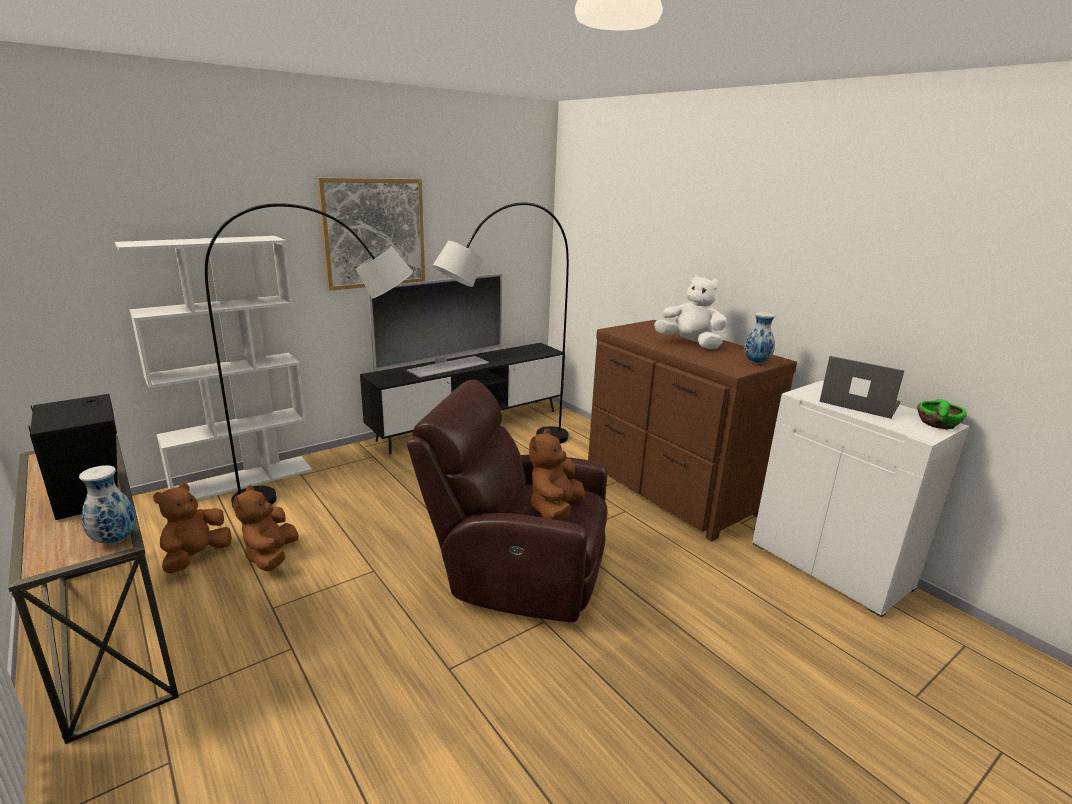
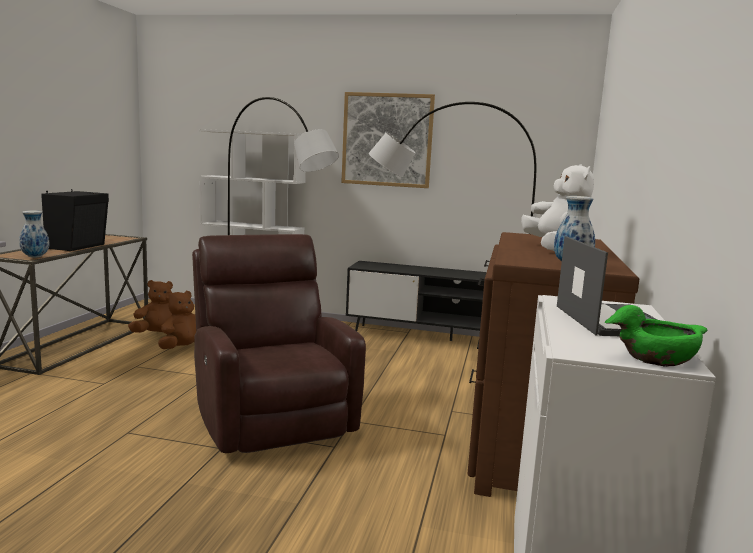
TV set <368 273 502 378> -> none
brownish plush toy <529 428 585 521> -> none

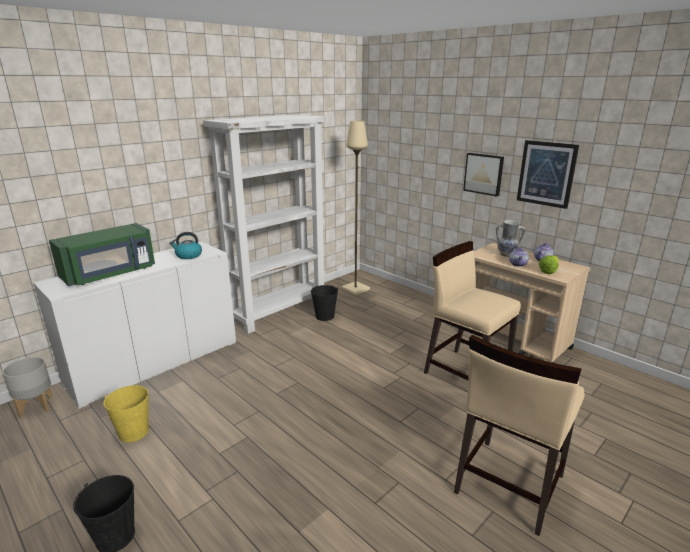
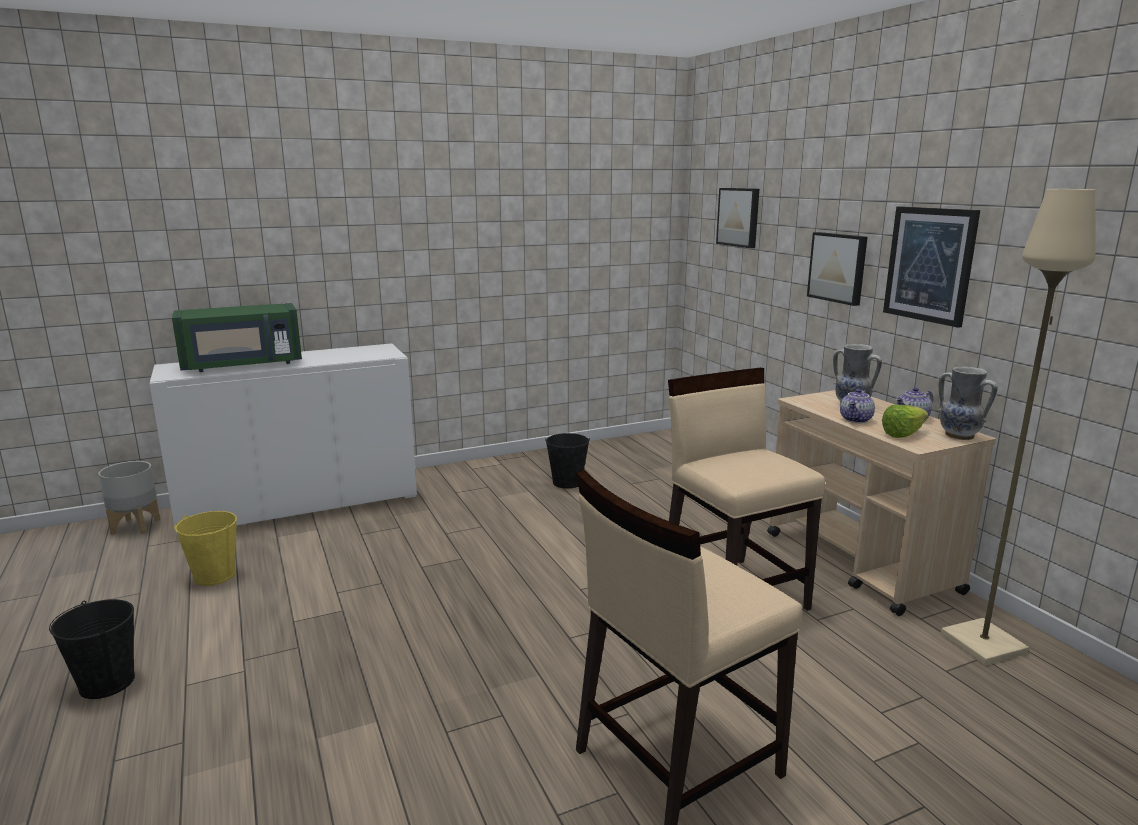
tea kettle <169 232 202 259> -> none
white-coloured bookcase <203 115 326 334> -> none
beige standing lamp <341 120 370 295> -> beige standing lamp <940 189 1096 665>, shifted
none -> wall art <716 188 759 248>
none -> flower vase <938 366 998 440>

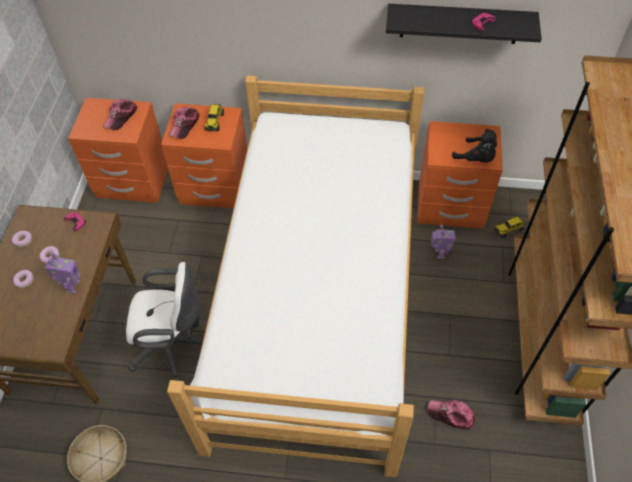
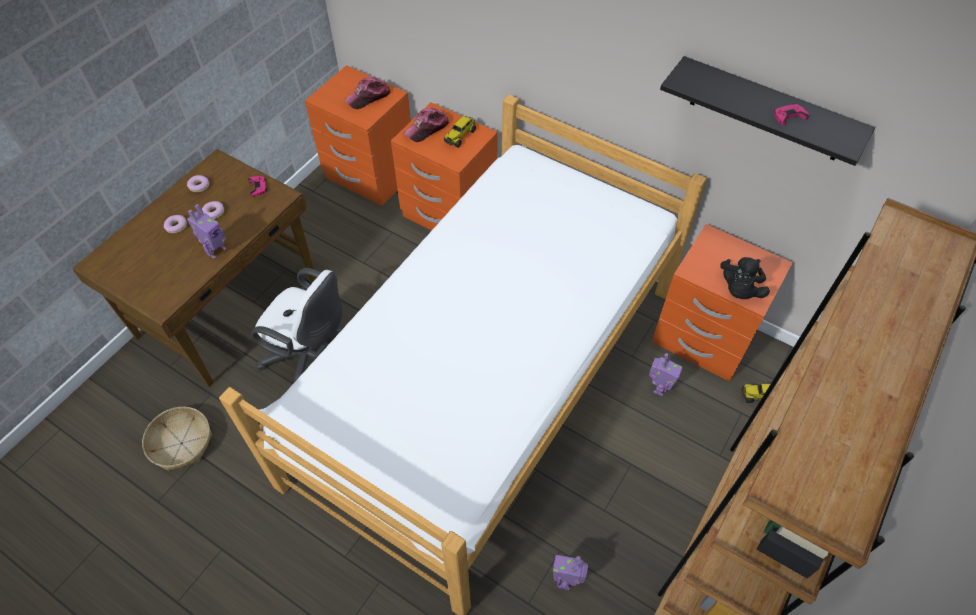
cap <427 400 475 429> -> toy robot <553 555 588 590>
blackish plush toy <452 129 497 162> -> blackish plush toy <720 257 770 299>, 45 degrees clockwise

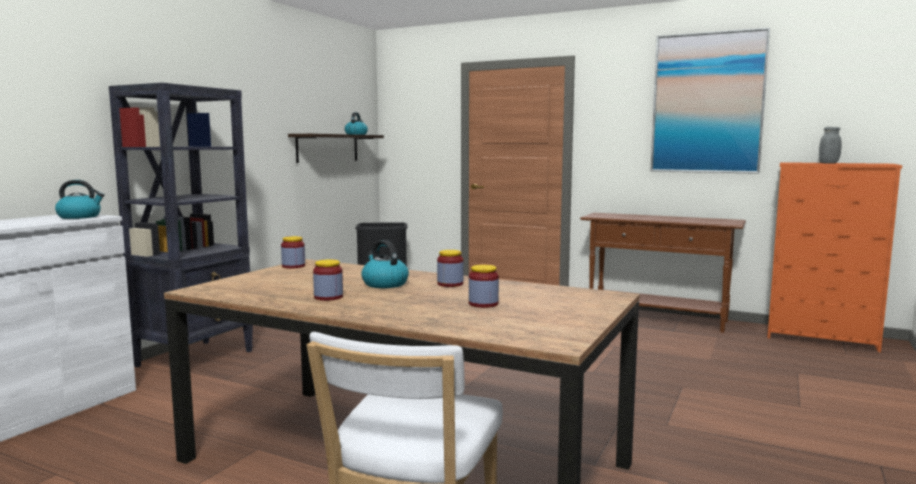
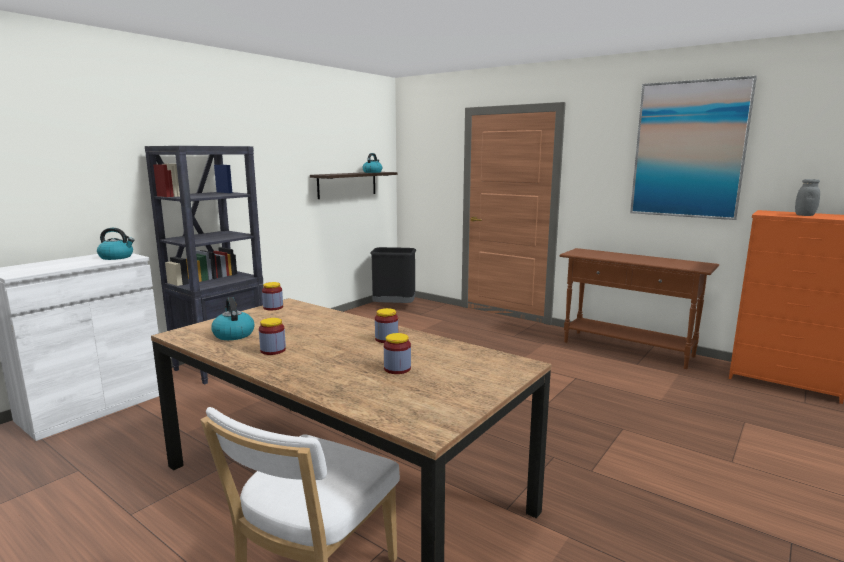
tea kettle <361 240 409 288> -> tea kettle <211 297 255 340>, shifted

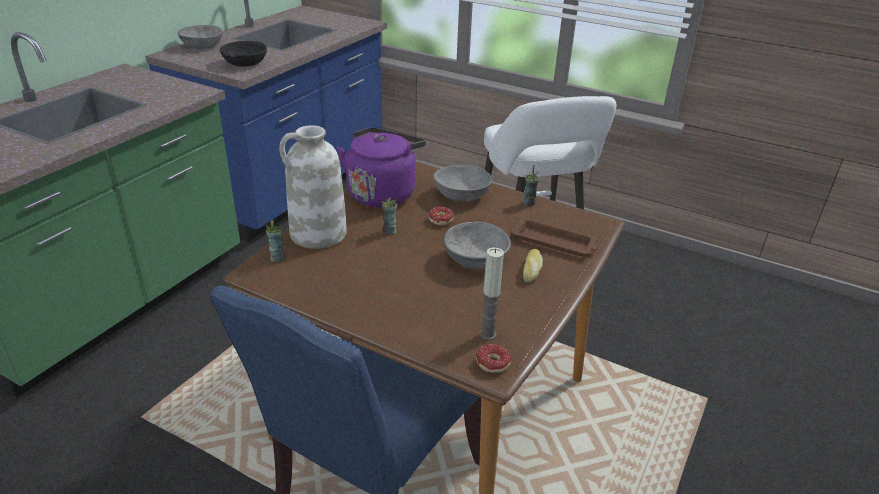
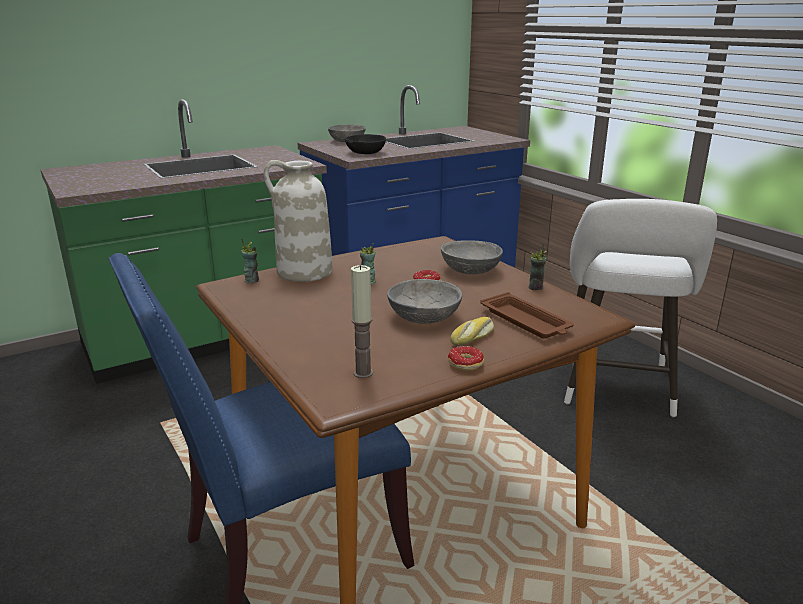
purplish tea kettle <337 127 426 207> -> none
ring doughnut <476 345 511 373> -> ring doughnut <448 346 484 371>, shifted

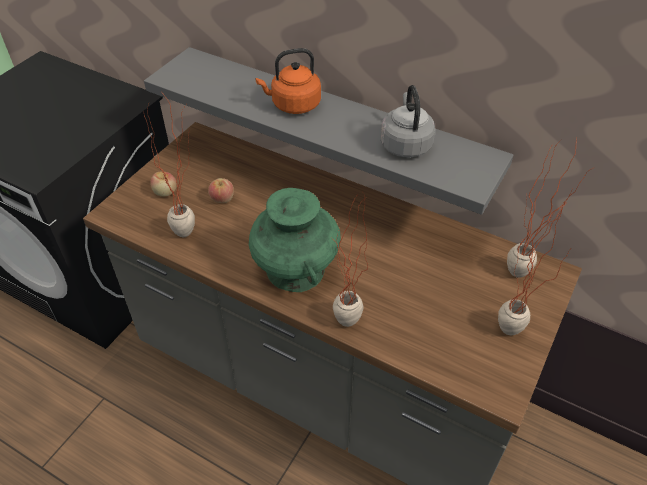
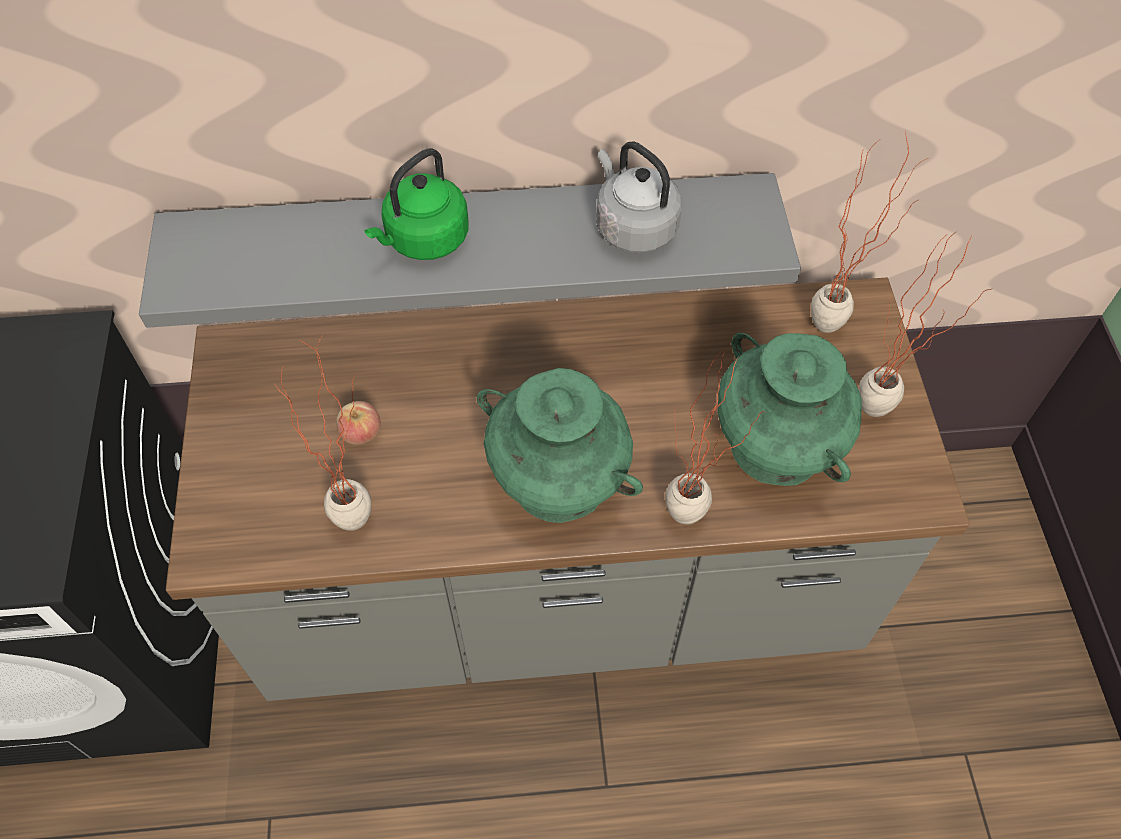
whole apple <150 172 177 197> -> none
orange-coloured tea kettle <255 48 321 114> -> green-coloured tea kettle <365 148 469 260>
none -> green-coloured flower vase <718 333 862 486>

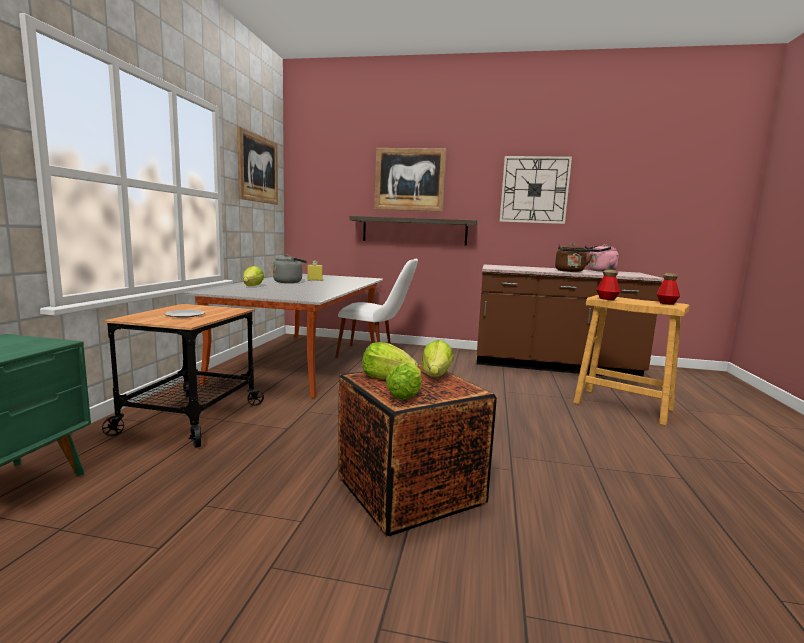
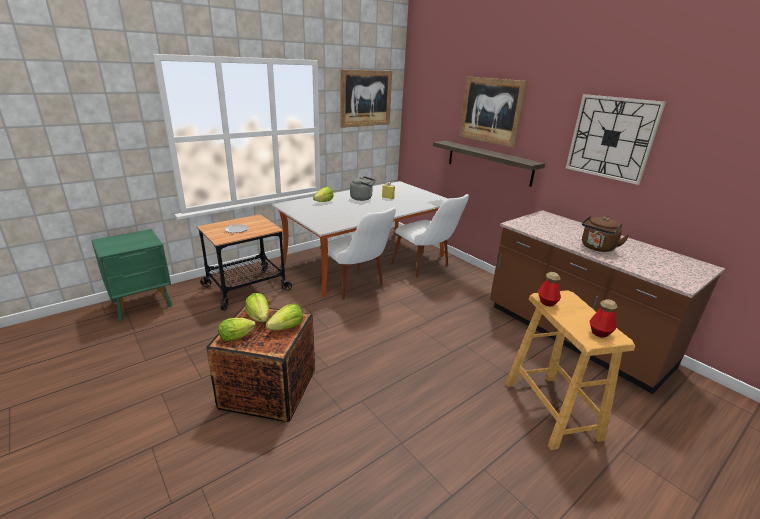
pink-coloured tea kettle <586 244 619 272> -> none
none -> white-coloured upright chair <320 208 396 300>

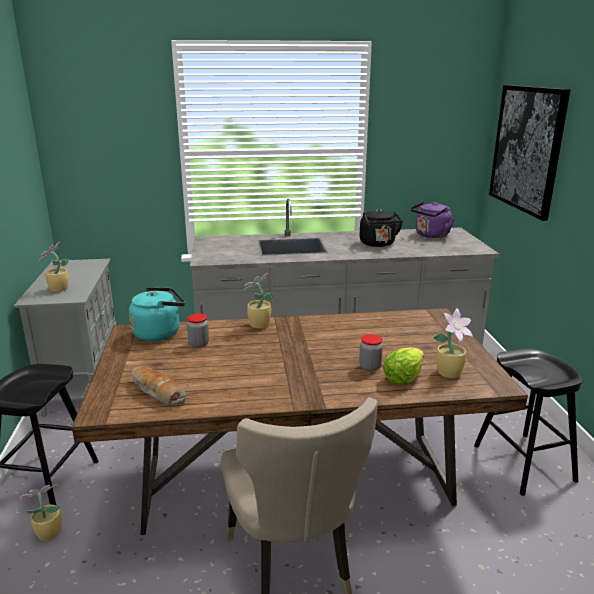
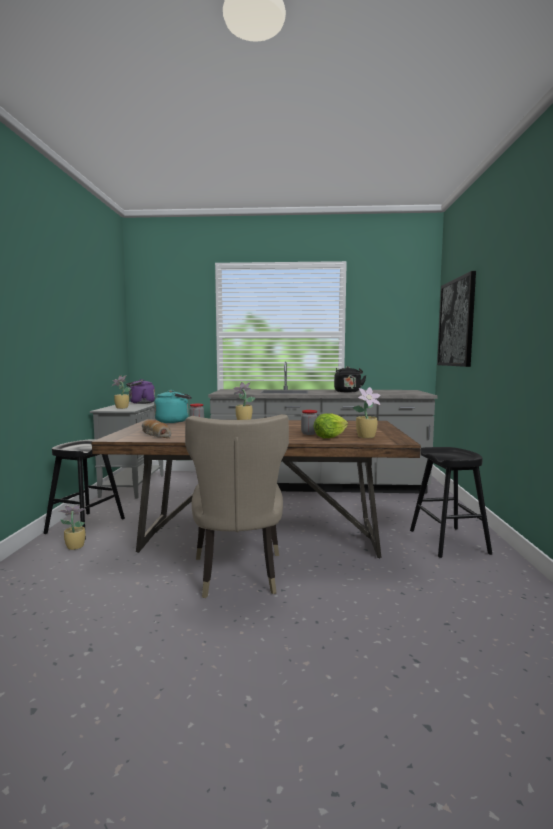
purplish tea kettle <410 202 455 238> -> purplish tea kettle <126 379 155 404>, shifted

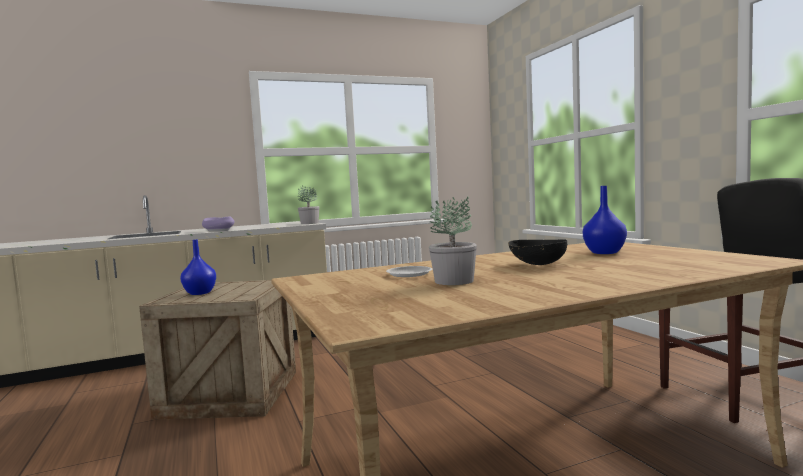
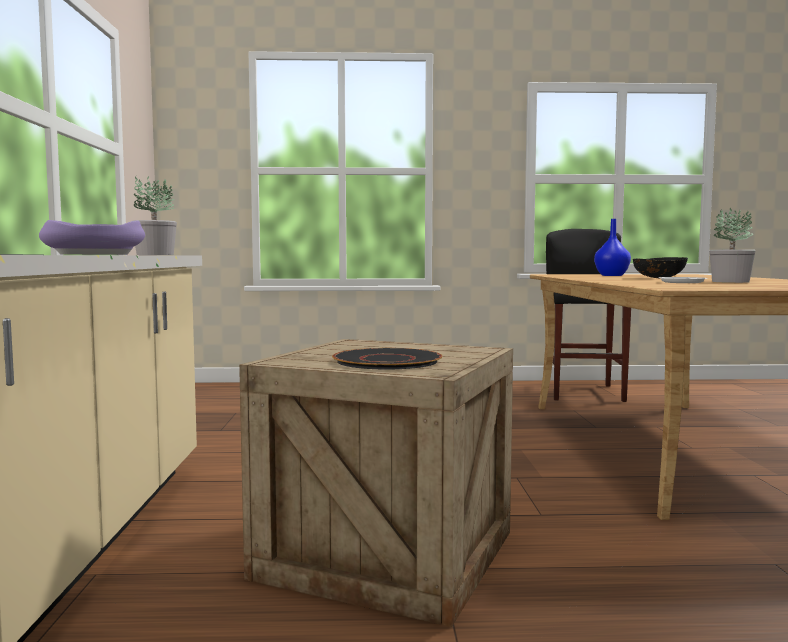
blue-coloured flower vase <180 240 216 295> -> blackish dinner plate <332 348 442 370>

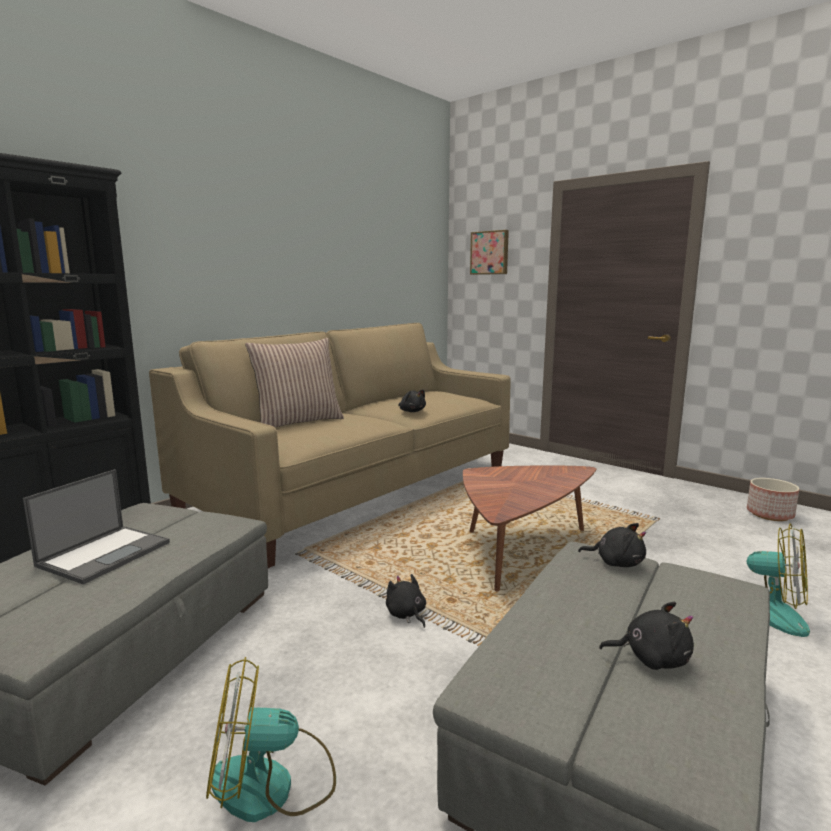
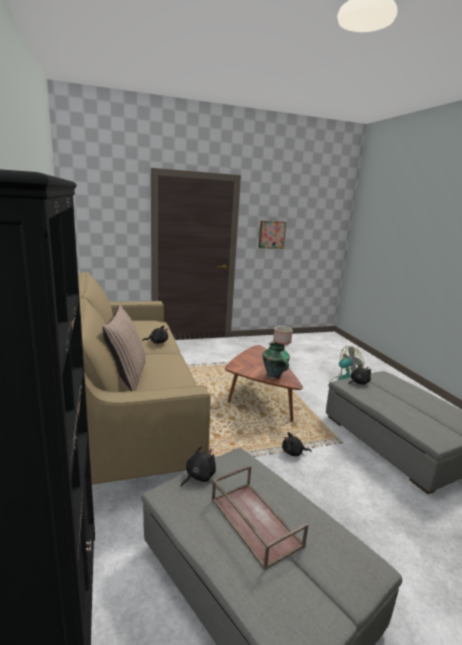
laptop <23 469 170 585> -> brownish carrying tray <212 465 308 570>
fan <206 657 336 822> -> none
wall art <470 230 509 275> -> wall art <258 221 286 249>, shifted
blackish plush toy <599 602 694 670> -> blackish plush toy <181 446 216 487>, shifted
none -> flower vase <262 342 290 380>

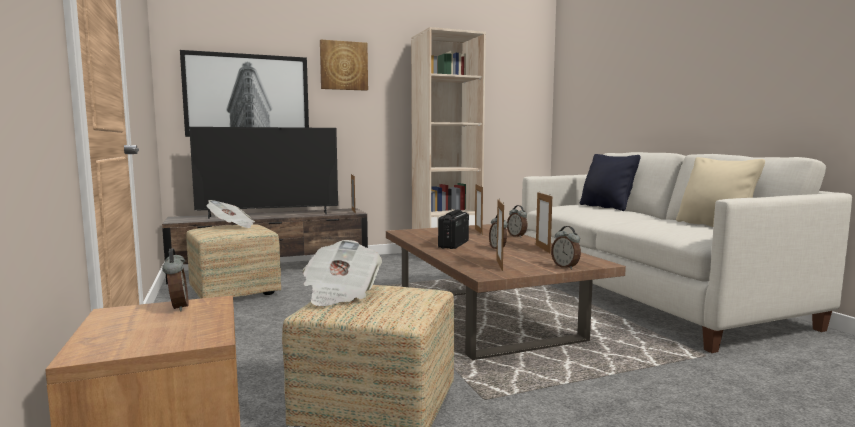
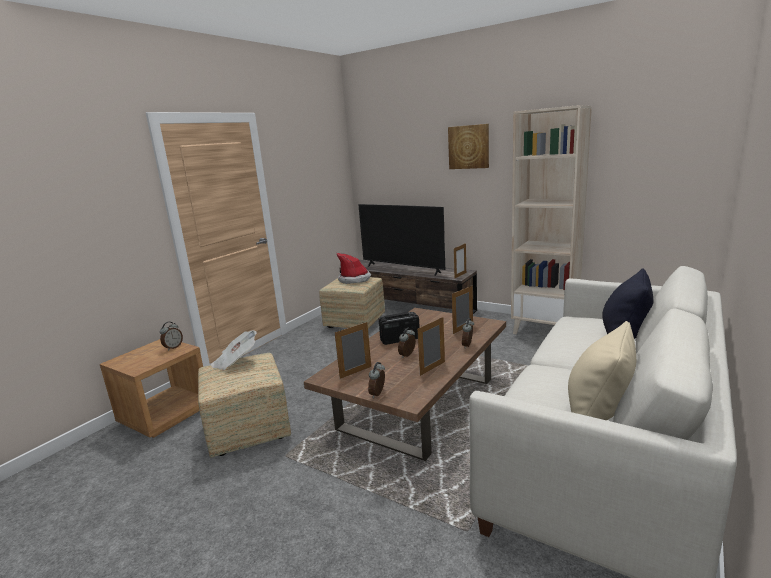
wall art <180 50 309 137> -> none
daily paper <206 200 255 228> -> hat <337 253 371 284>

